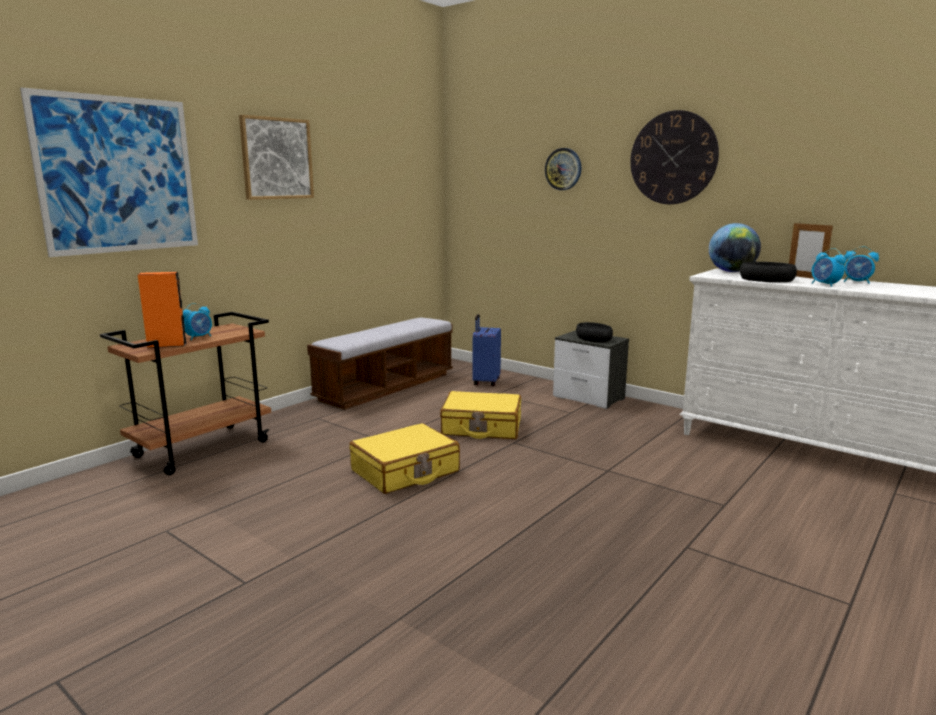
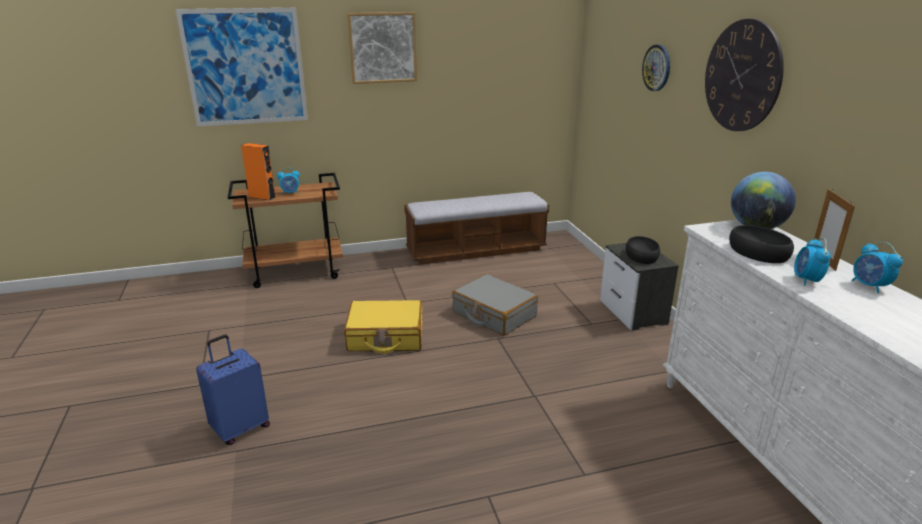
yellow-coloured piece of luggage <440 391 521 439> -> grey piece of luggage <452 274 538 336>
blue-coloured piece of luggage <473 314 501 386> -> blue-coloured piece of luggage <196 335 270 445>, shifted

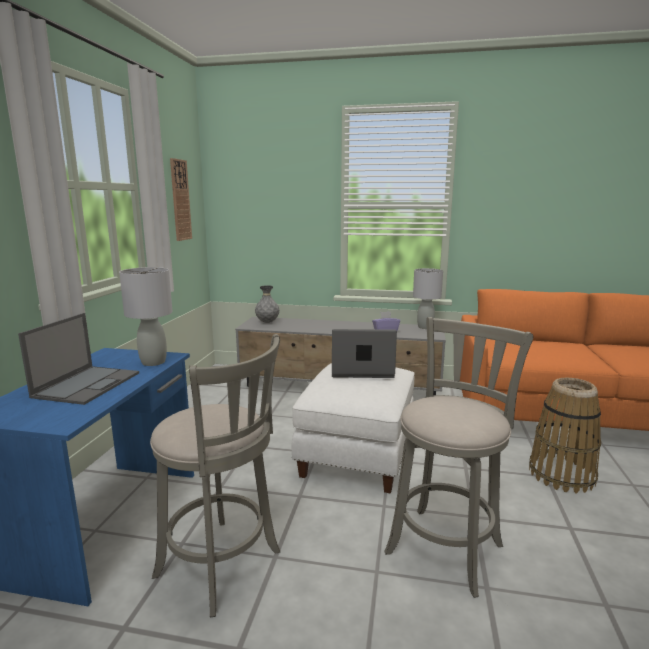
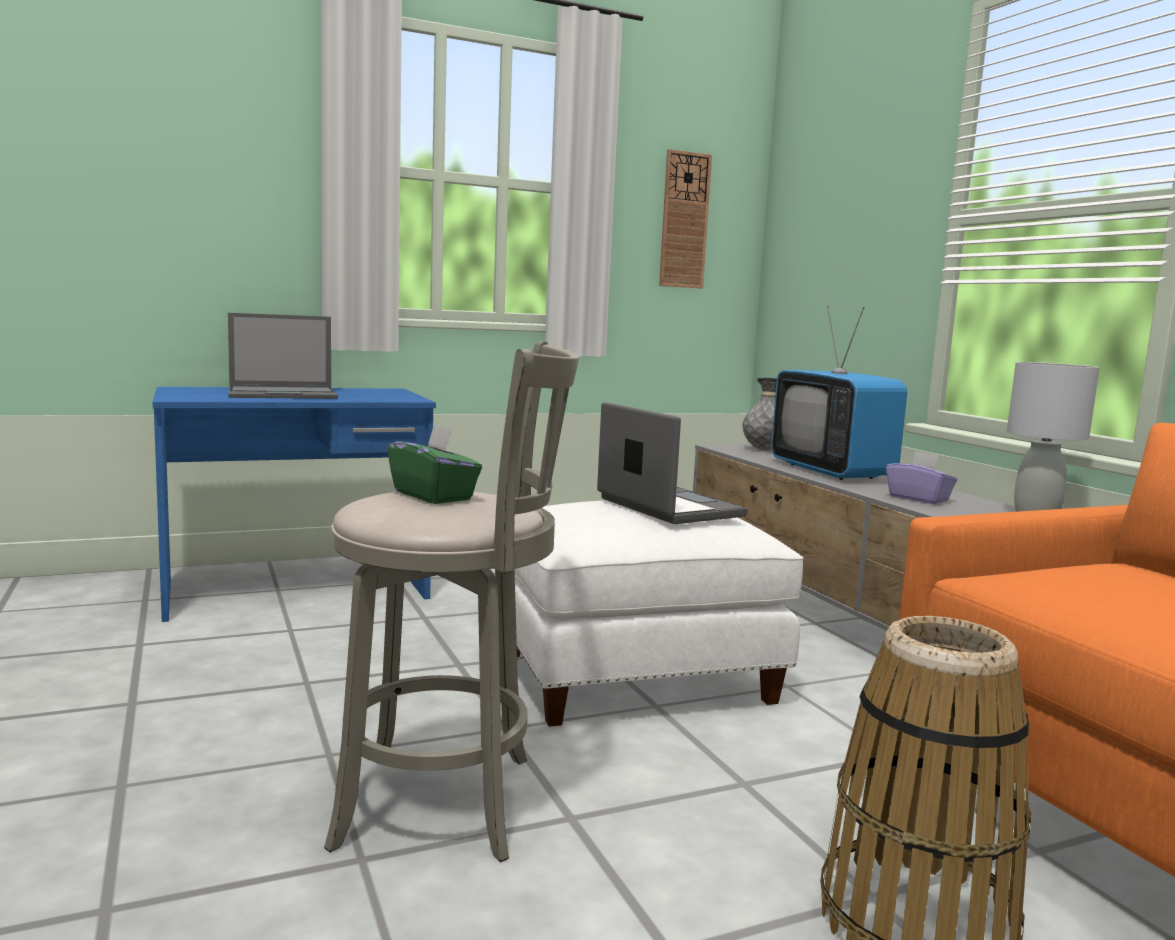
grey tabletop lamp <119 267 172 366> -> none
grey stool <150 334 280 617> -> none
none -> green-coloured box of tissues <387 423 482 504>
none -> TV set <771 306 907 480>

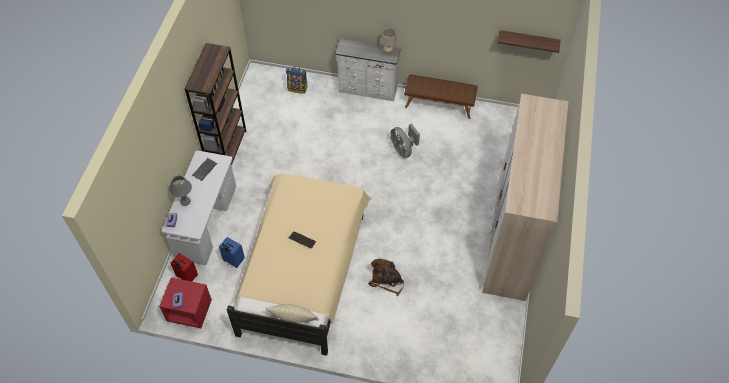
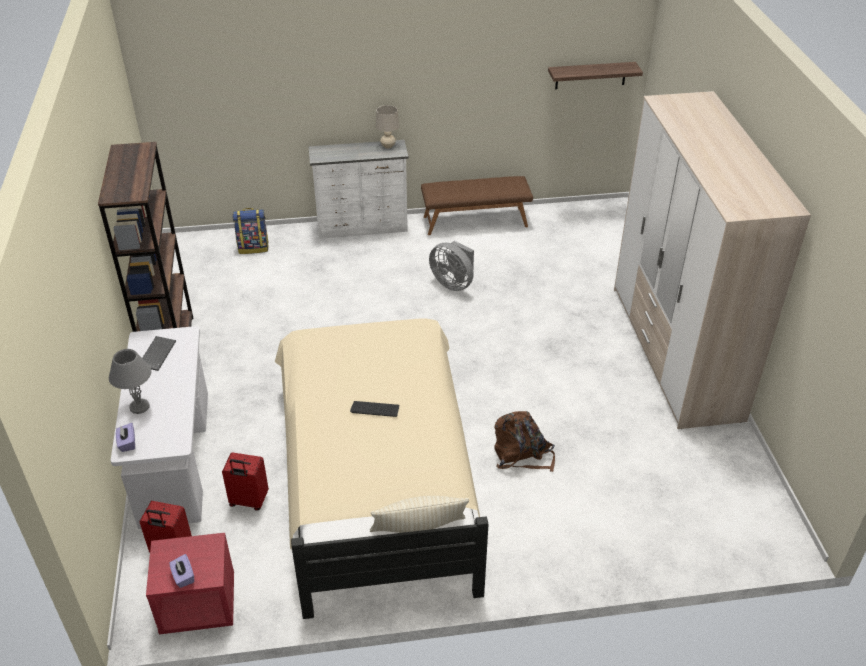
blue-coloured piece of luggage <219 237 245 268> -> red piece of luggage <222 453 269 511>

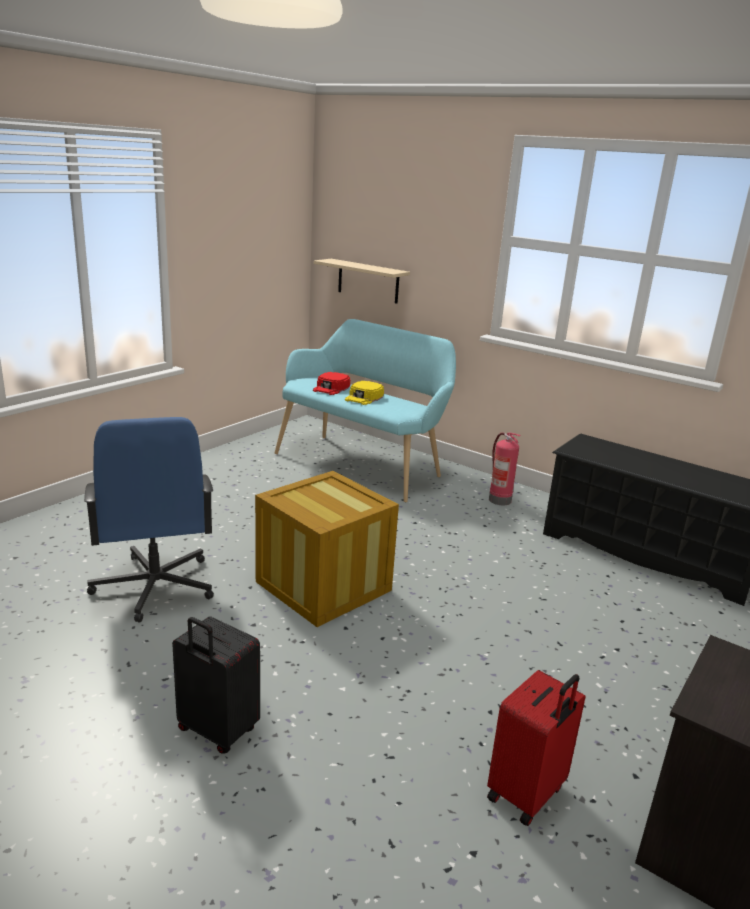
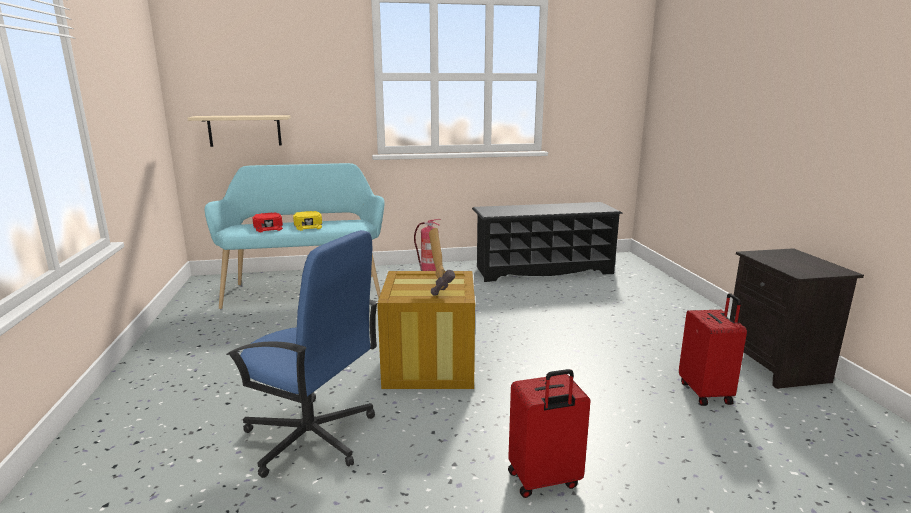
blackish piece of luggage <172 616 260 754> -> red piece of luggage <508 369 591 498>
none -> tool hammer <429 228 455 296>

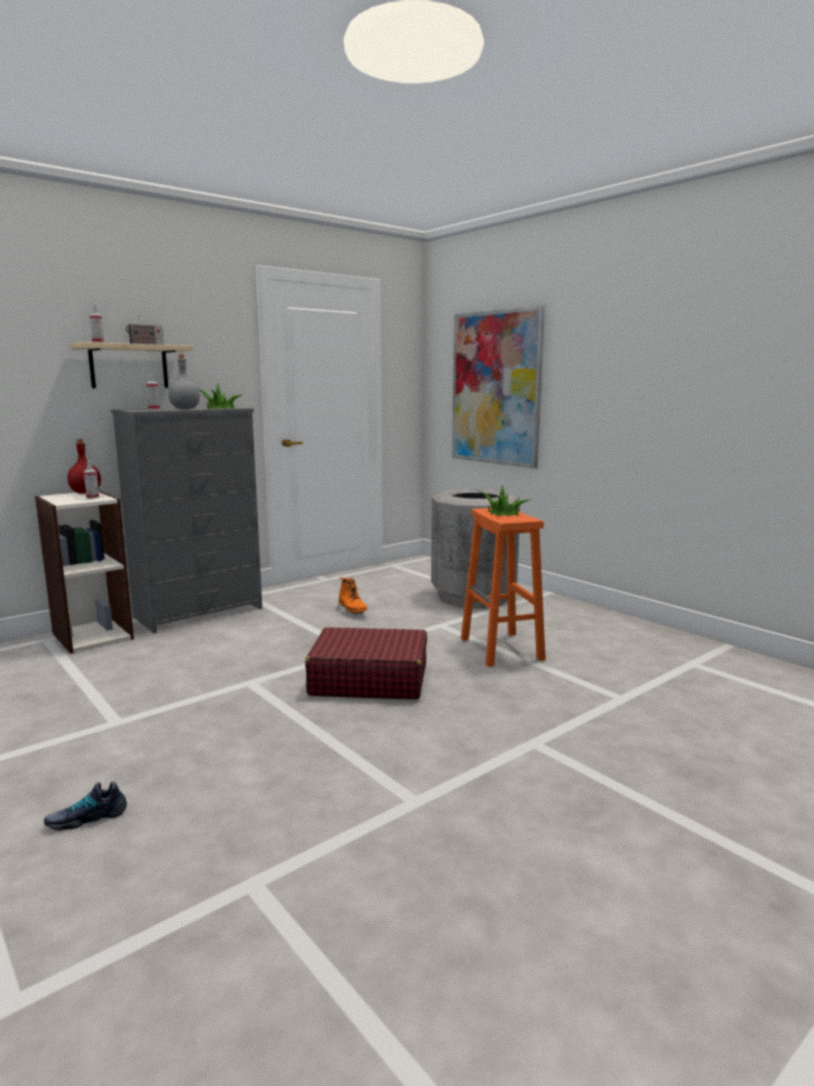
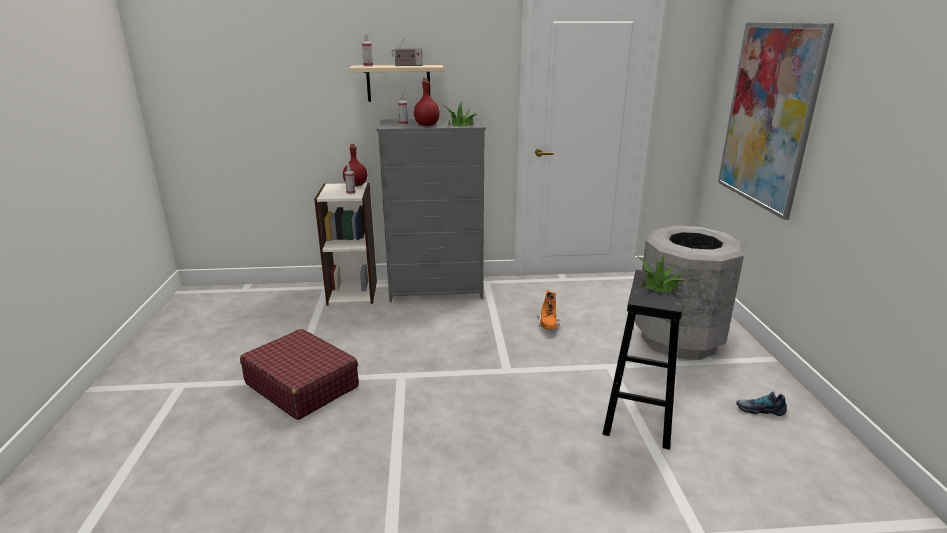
low shoe <44 782 127 831> -> low shoe <736 392 787 416>, shifted
grey bottle <168 355 200 409> -> red bottle <414 78 440 126>
red piece of luggage <305 627 427 699> -> red piece of luggage <240 329 359 420>, shifted
orange-coloured stool <461 508 546 667> -> blackish stool <602 270 684 450>

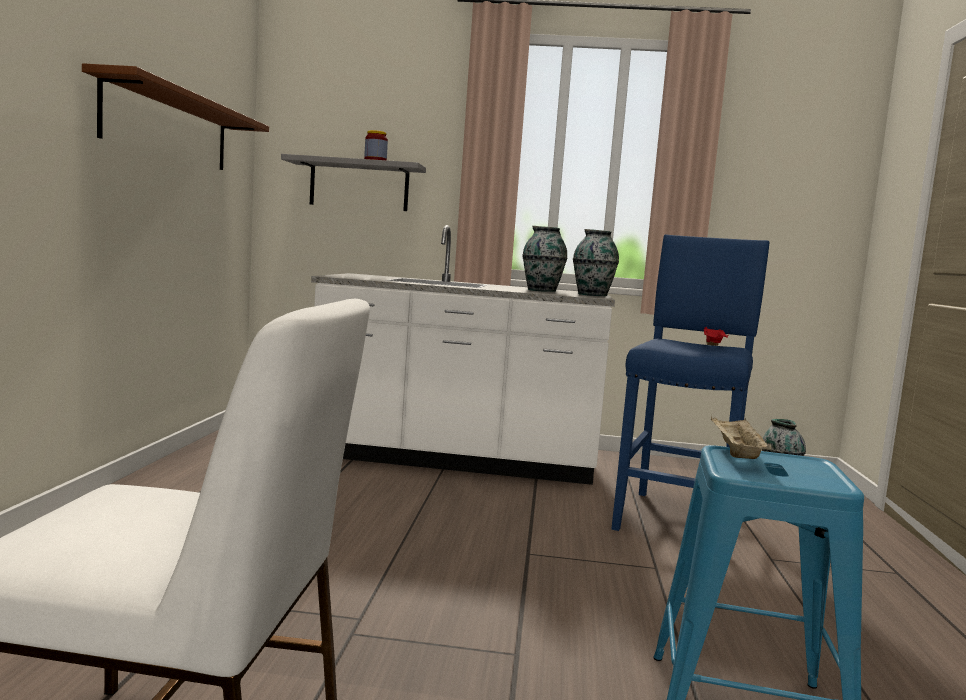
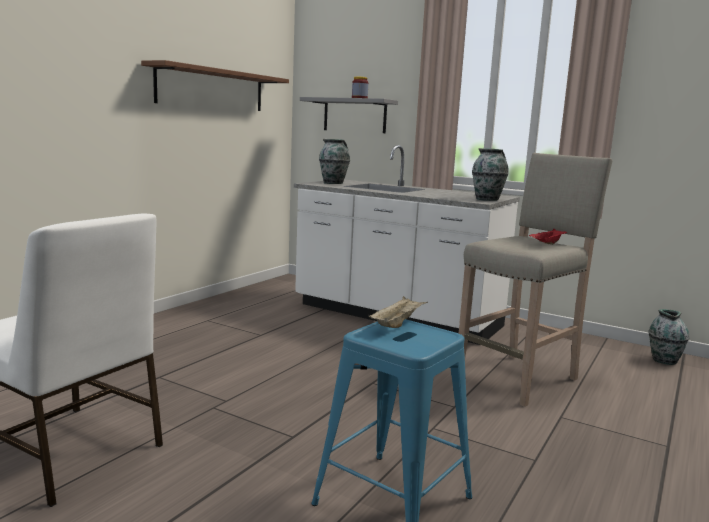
flower vase <522 226 567 292> -> flower vase <319 139 350 184>, shifted
blue-coloured stool <611 234 769 531> -> beige stool <459 153 613 407>

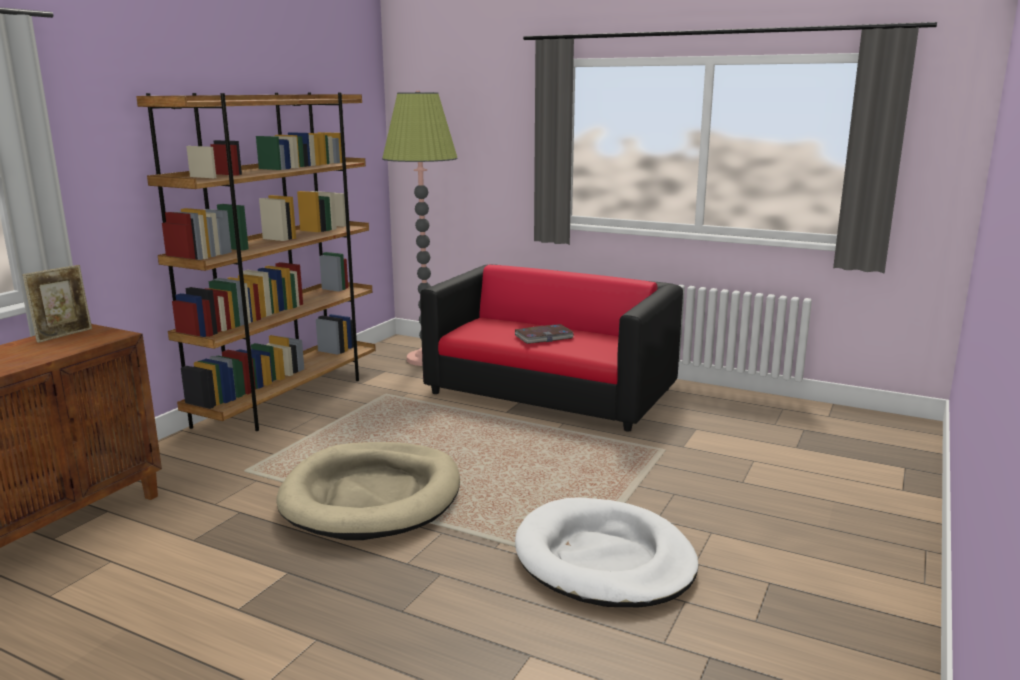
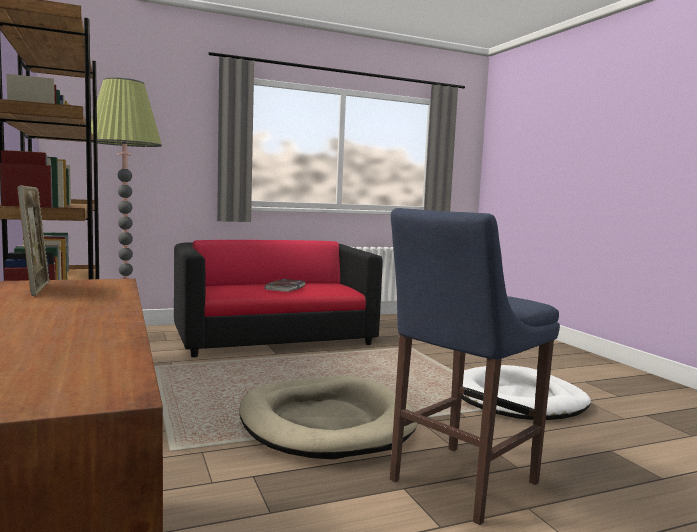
none -> blue-coloured stool <390 208 560 525>

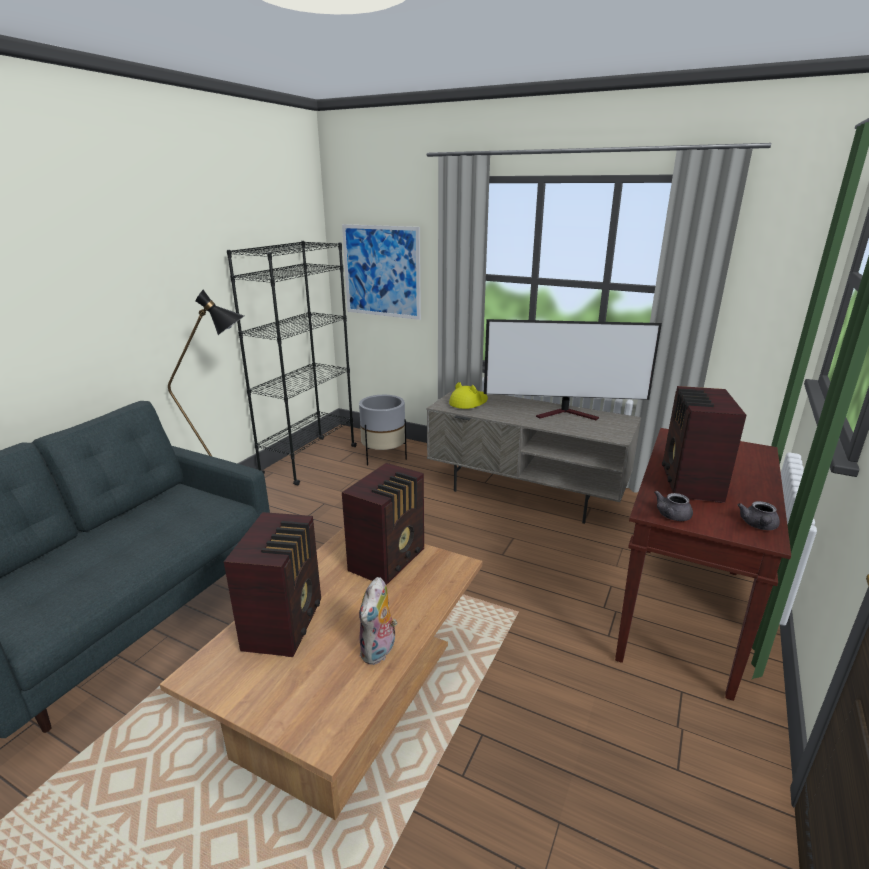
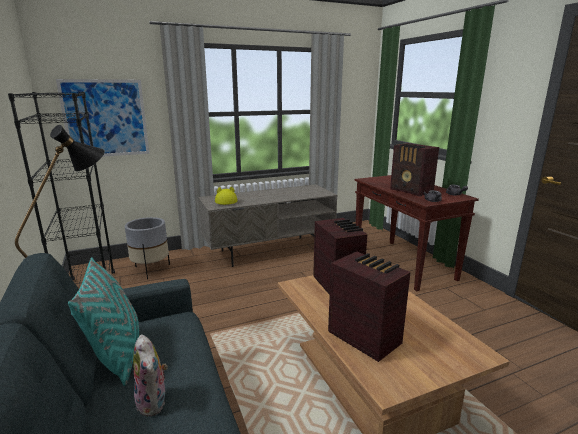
plush toy <359 577 397 665> -> plush toy <133 335 168 416>, shifted
TV set <484 319 662 420> -> none
none -> turquoise-coloured pillow <68 257 139 386>

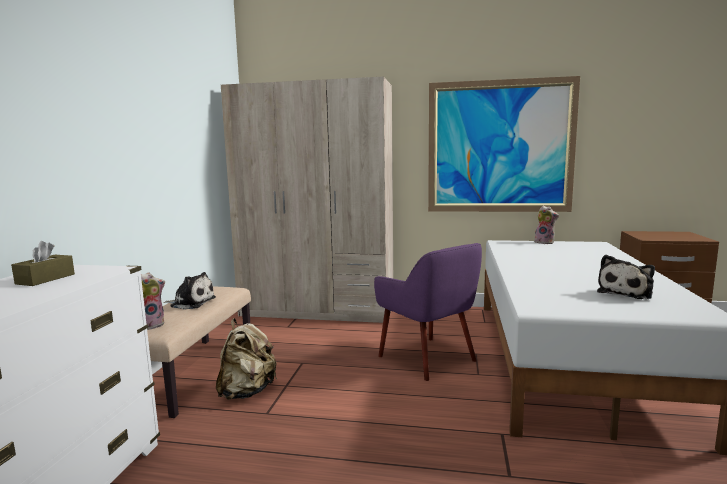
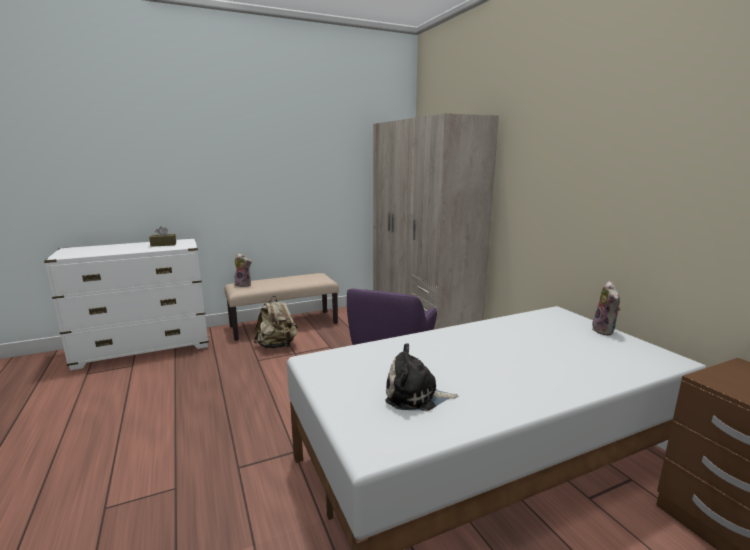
plush toy <163 272 216 310> -> none
wall art <428 76 580 212> -> none

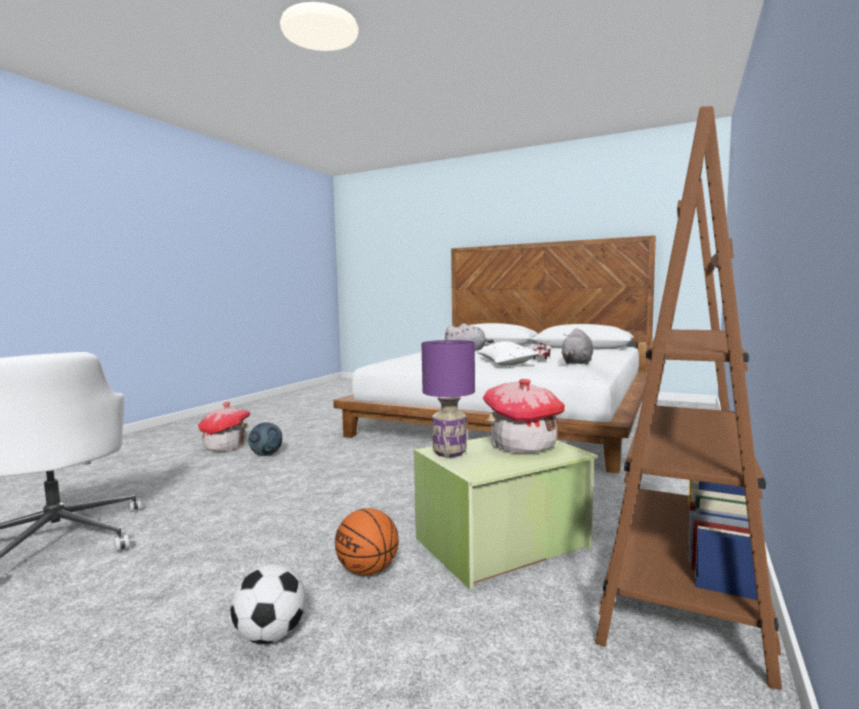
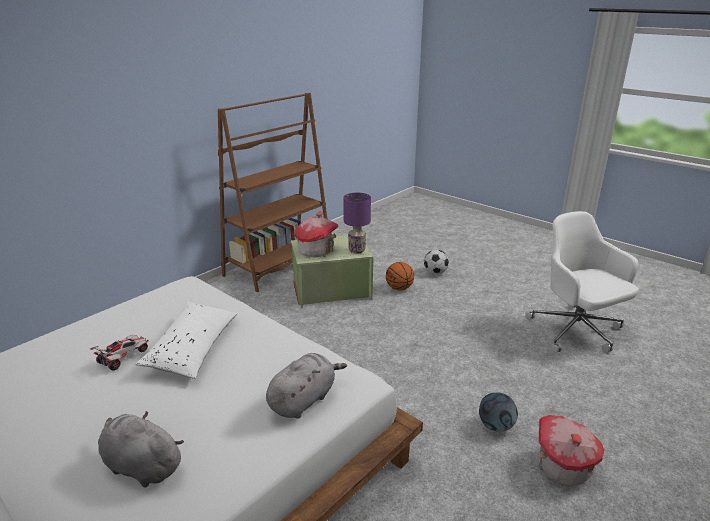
grey plush toy <561 328 593 365> -> grey plush toy <266 353 347 419>, shifted

